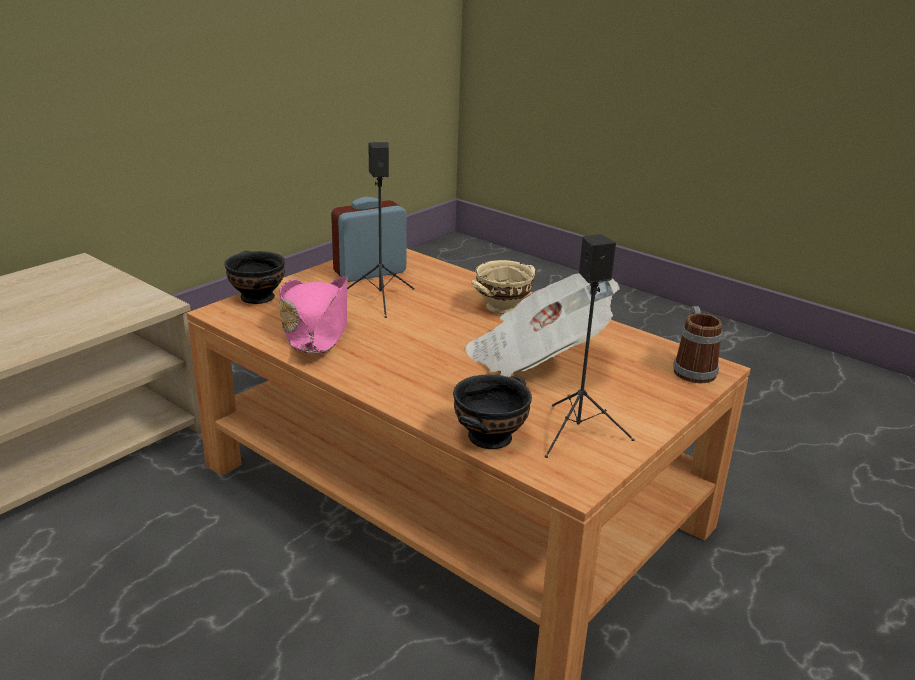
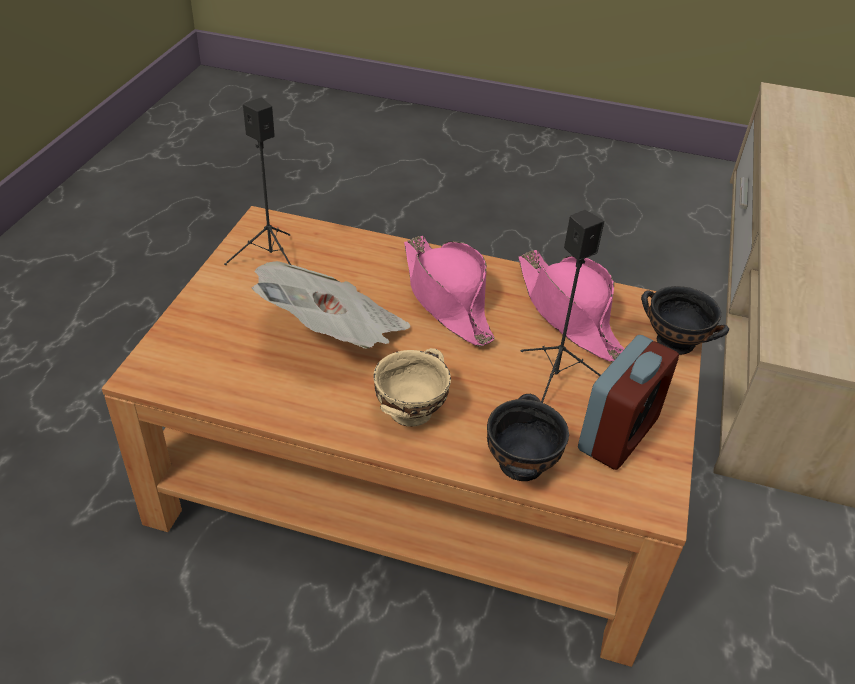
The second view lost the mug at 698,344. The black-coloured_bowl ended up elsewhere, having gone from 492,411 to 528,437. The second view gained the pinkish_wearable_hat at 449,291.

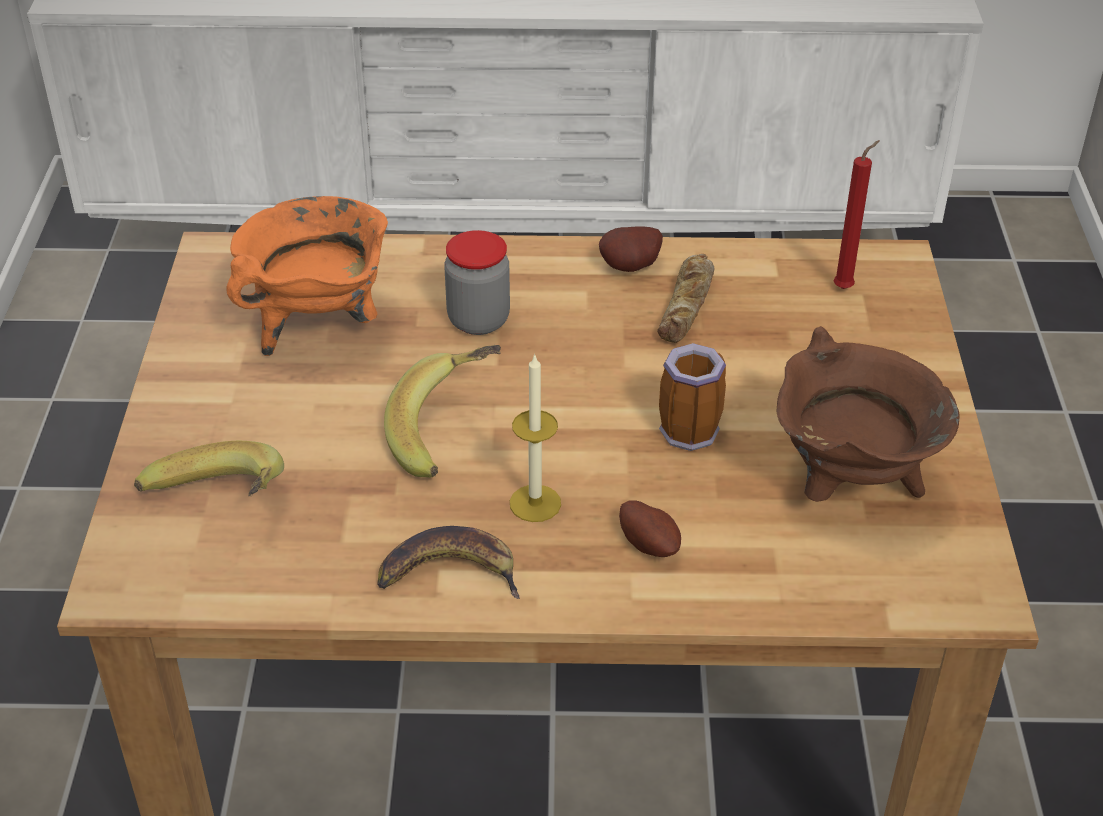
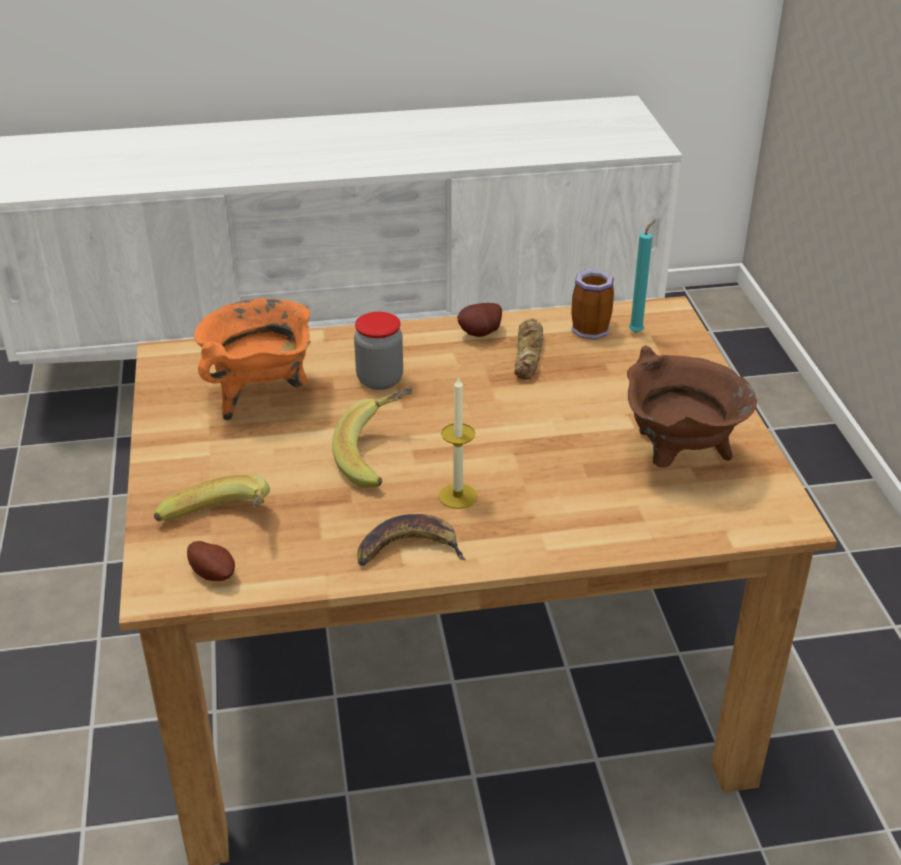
What was the reddish_wax_candle at 857,214 turned into the turquoise_wax_candle at 642,276. The mug ended up elsewhere, having gone from 692,397 to 592,304. The spud ended up elsewhere, having gone from 650,529 to 211,561.

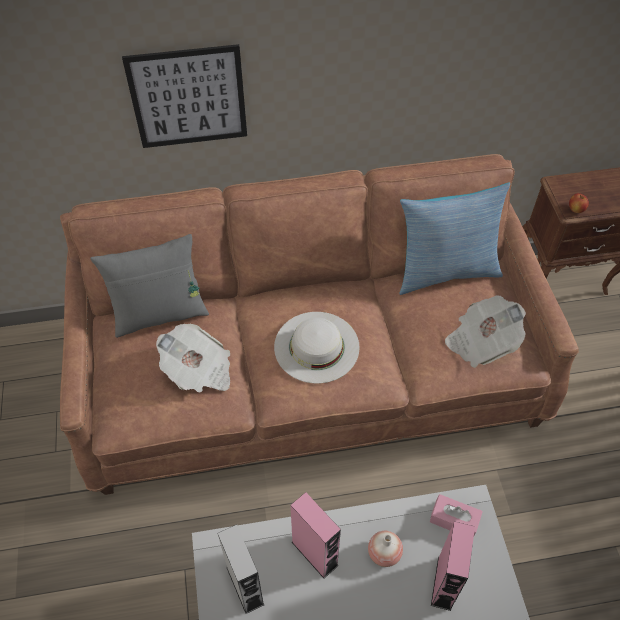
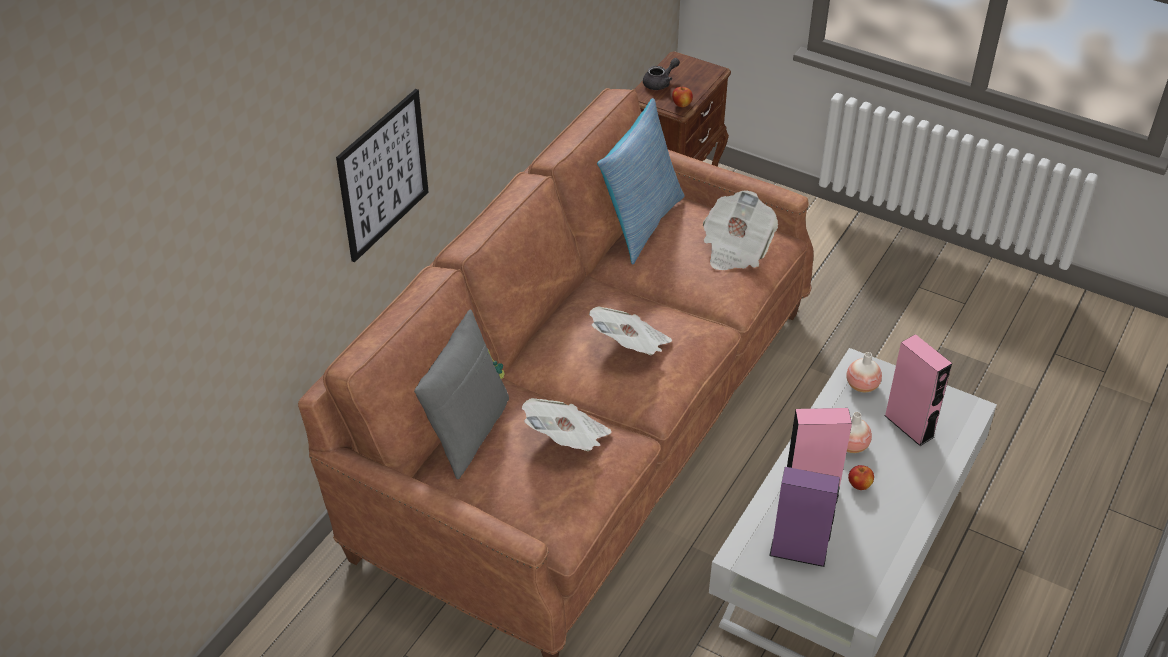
Where the white_wearable_hat stood at 317,348, the printed_paper came to stand at 630,331. Where the pinkish_tissue_box stood at 456,515, the vase came to stand at 864,372. What was the grey_speaker at 241,569 turned into the purple-coloured_speaker at 804,517. The second view gained the grey_pot_for_tea at 661,74. The second view gained the whole_apple at 861,477.

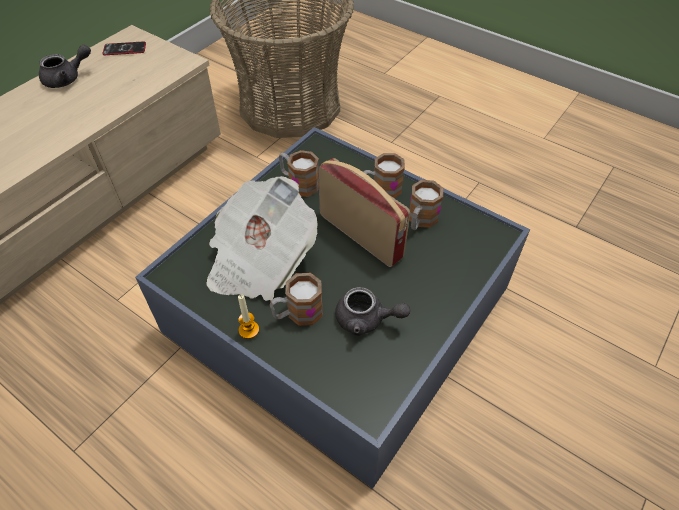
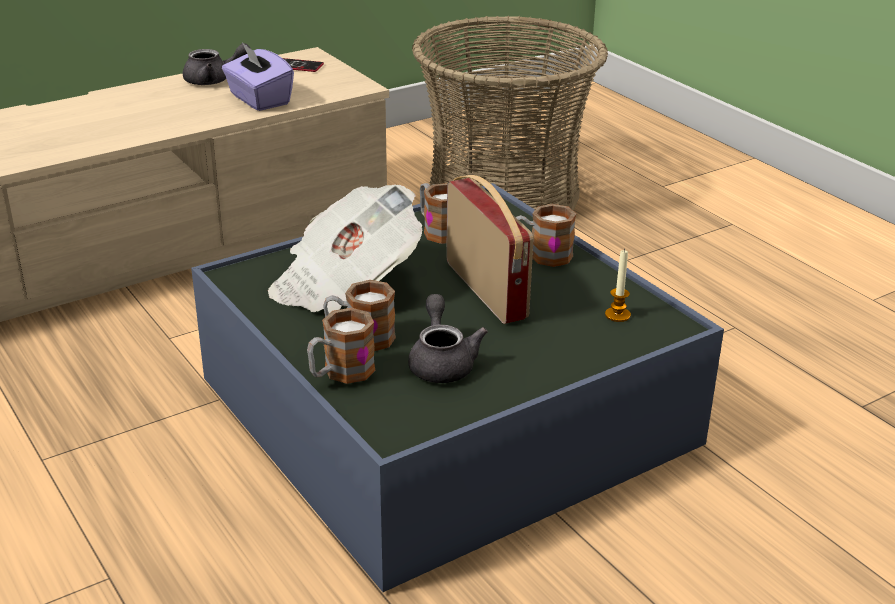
The mug ended up elsewhere, having gone from 426,205 to 341,346. The grey_pot_for_tea at 372,311 ended up facing another way, 135 degrees counterclockwise from before. The wax_candle ended up elsewhere, having gone from 248,317 to 618,285. The second view gained the purple-coloured_tissue_box at 258,76.

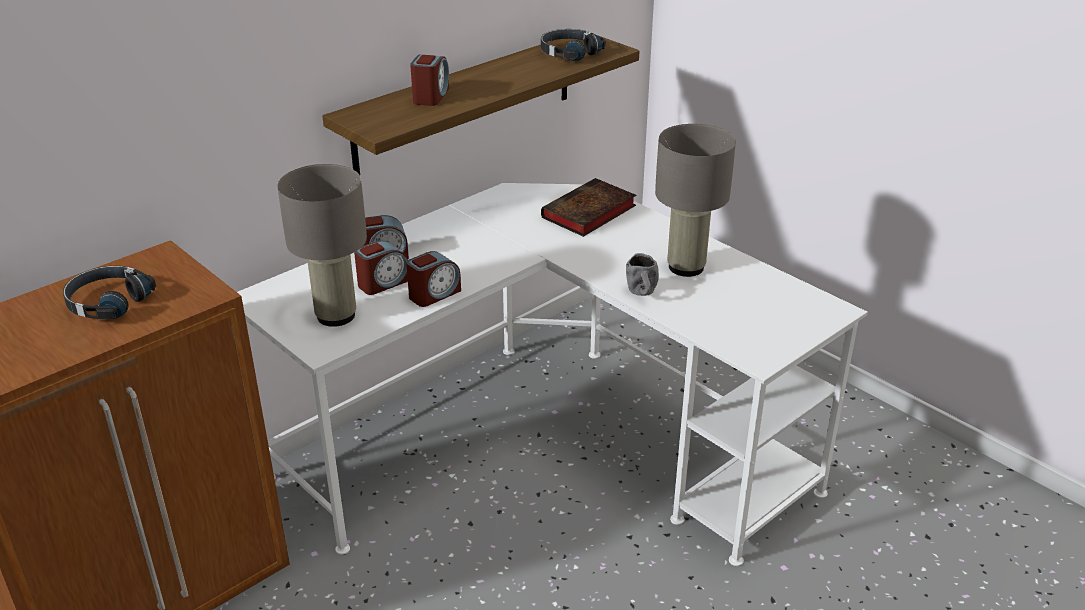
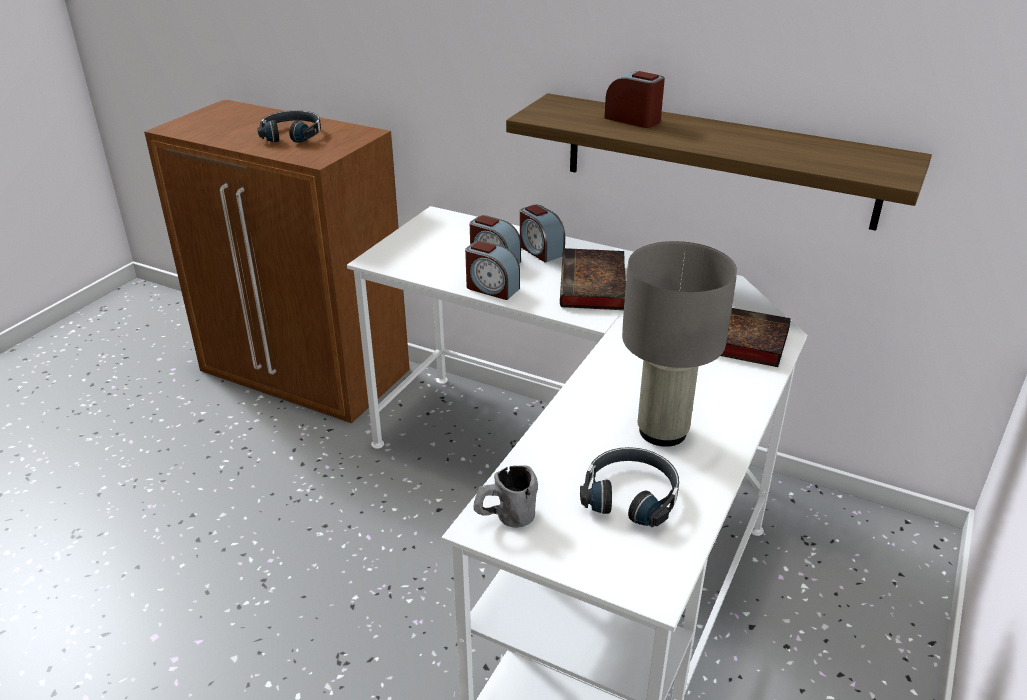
The black-coloured_pair_of_headphones ended up elsewhere, having gone from 573,45 to 629,487. The table_clock at 429,80 ended up facing another way, 135 degrees counterclockwise from before. The second view lost the grey_table_lamp at 322,245. The grey_mug ended up elsewhere, having gone from 642,274 to 506,496. The second view gained the volume at 593,279.

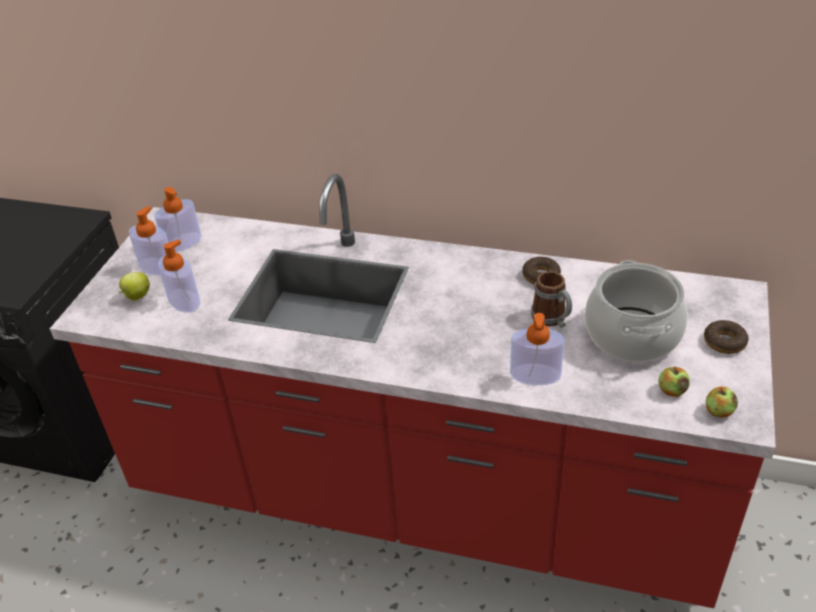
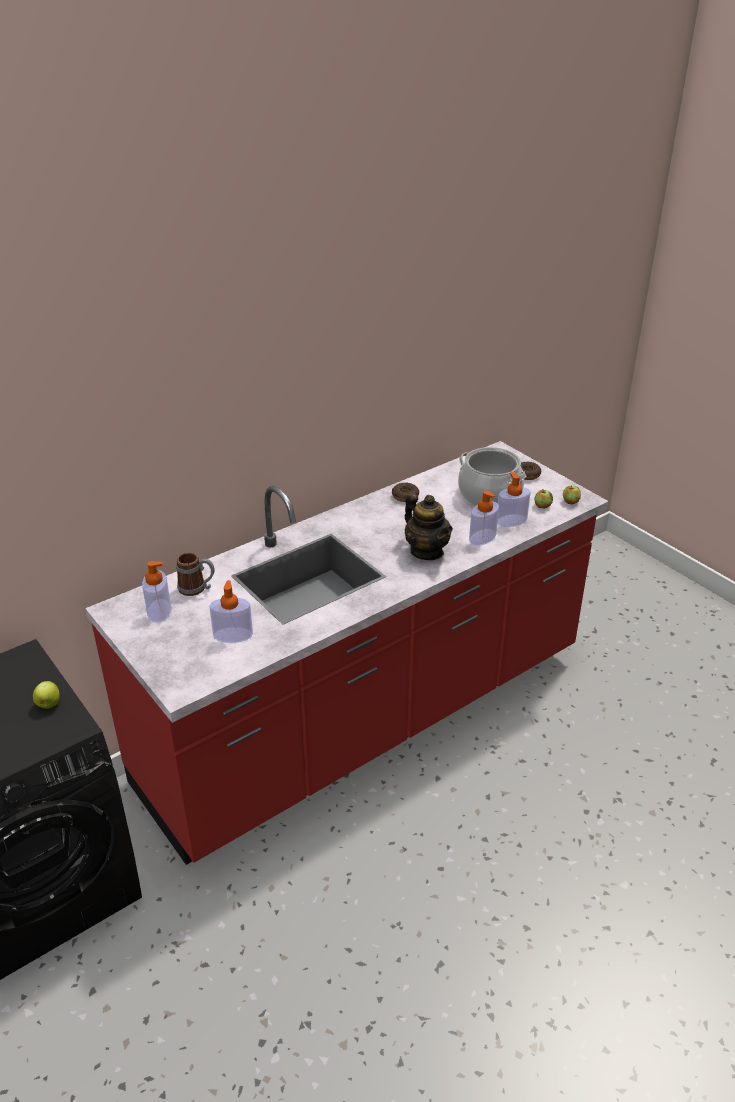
The liquid_soap_bottle ended up elsewhere, having gone from 148,241 to 514,499. The mug ended up elsewhere, having gone from 551,299 to 195,574. The whole_apple ended up elsewhere, having gone from 134,286 to 46,695. The second view gained the pot_for_tea at 429,526.

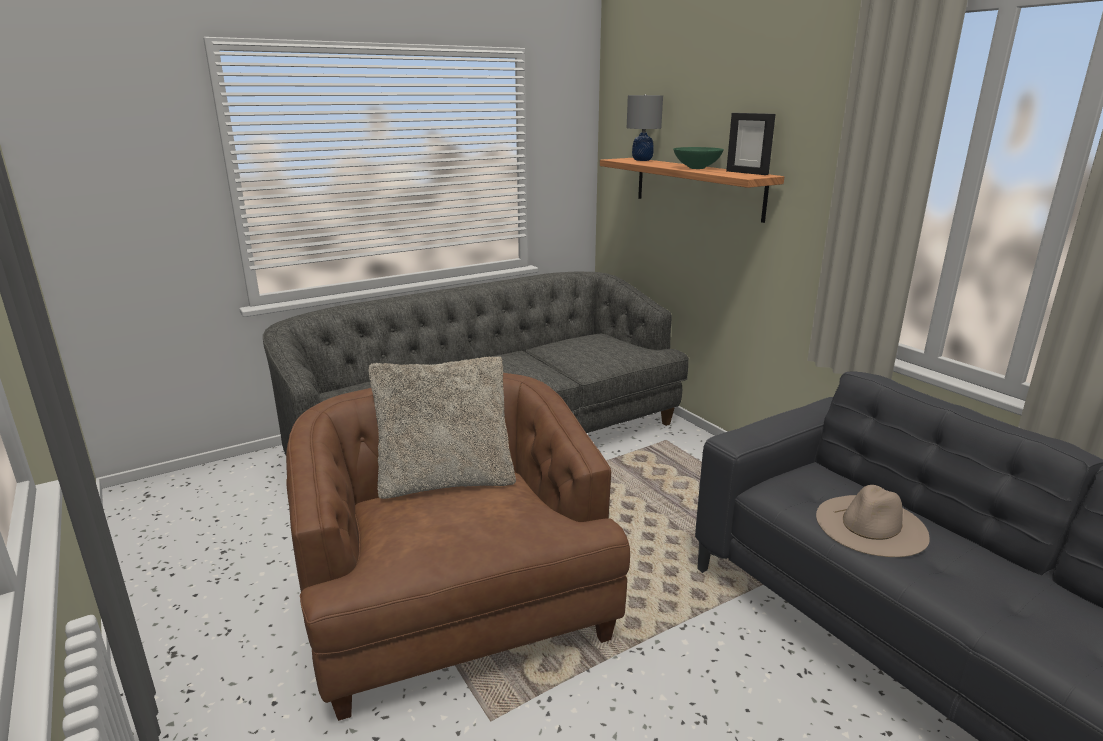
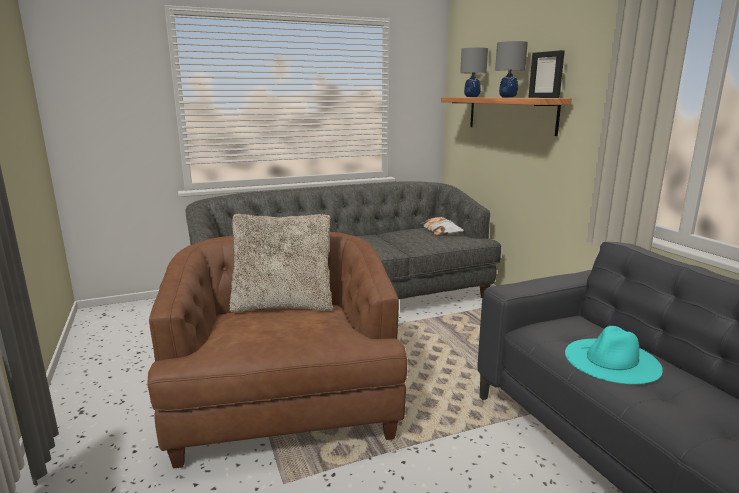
Where the greenish_bowl stood at 699,158, the grey_table_lamp came to stand at 511,69. What was the sand-coloured_wearable_hat at 873,521 turned into the turquoise_wearable_hat at 614,355. The second view gained the pillow at 441,226.

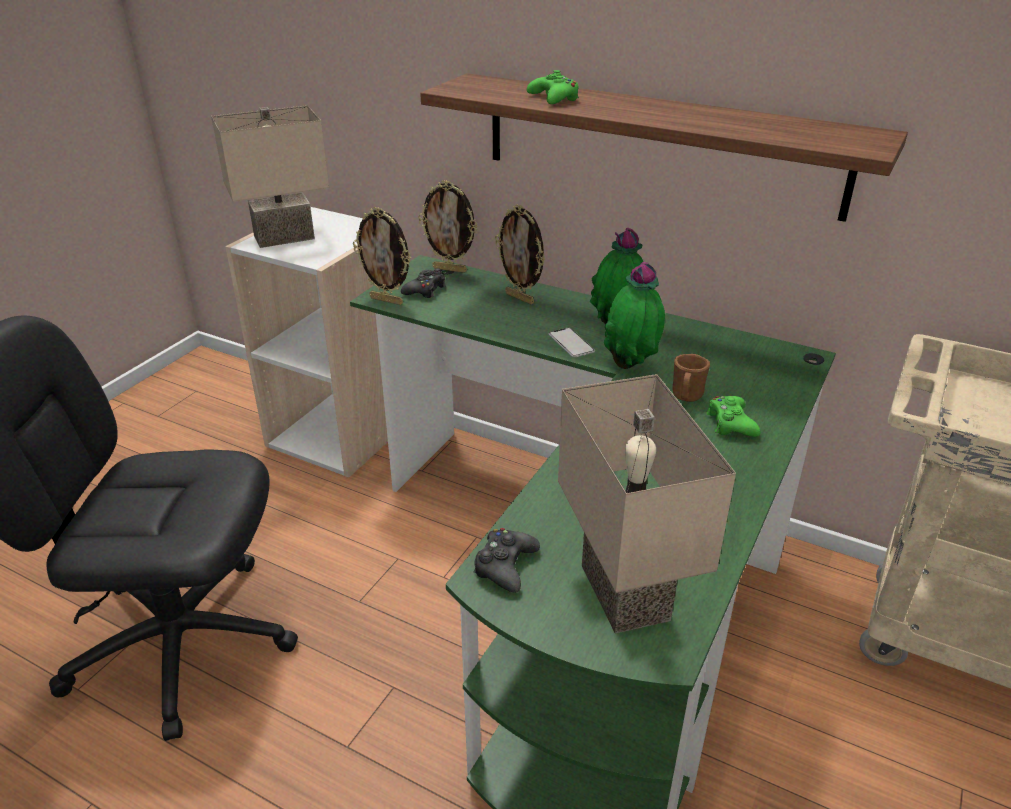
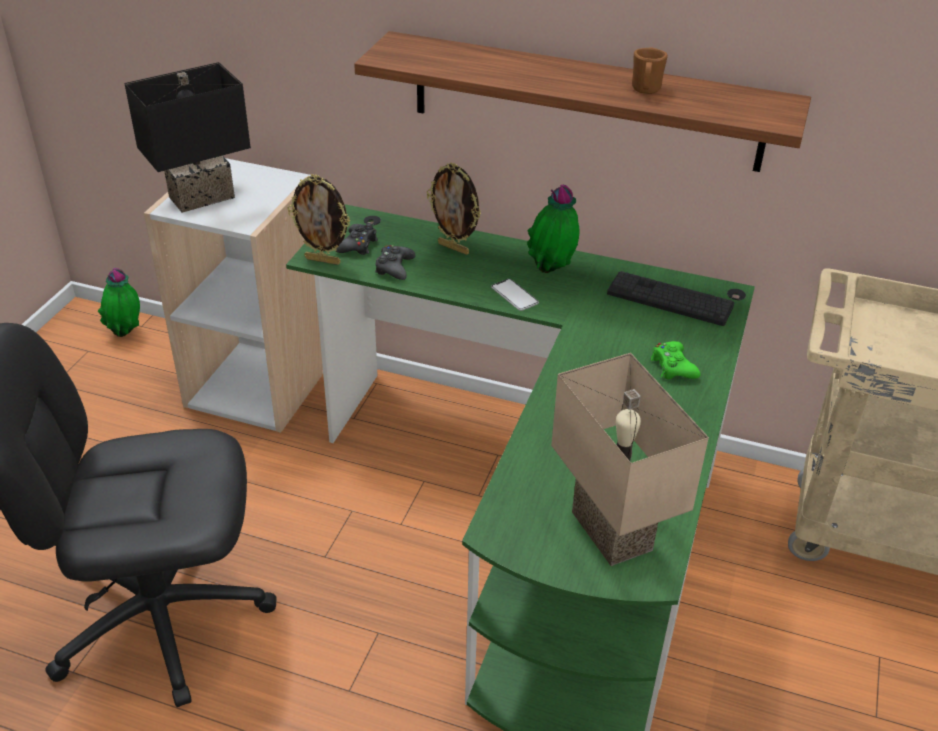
The second view lost the greenish_gamepad at 553,87. What was the sand-coloured_table_lamp at 270,176 turned into the black-coloured_table_lamp at 187,137. The second view lost the standing_frame at 448,226. The plant_in_a_pot ended up elsewhere, having gone from 634,315 to 119,302. The brown_mug ended up elsewhere, having gone from 691,378 to 650,71. The black-coloured_gamepad ended up elsewhere, having gone from 507,560 to 395,262. The second view gained the computer_keyboard at 670,298.

